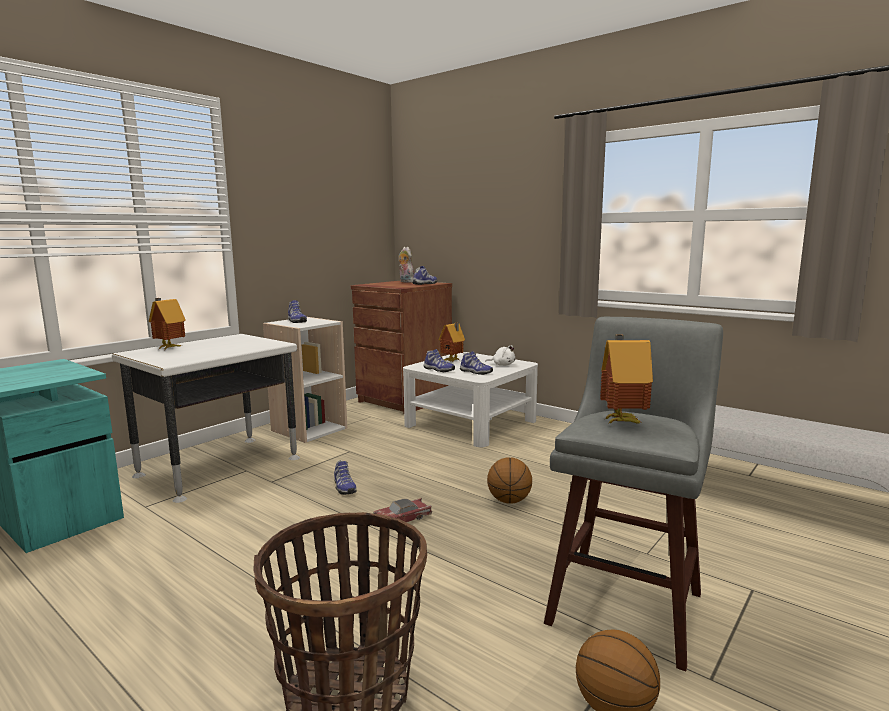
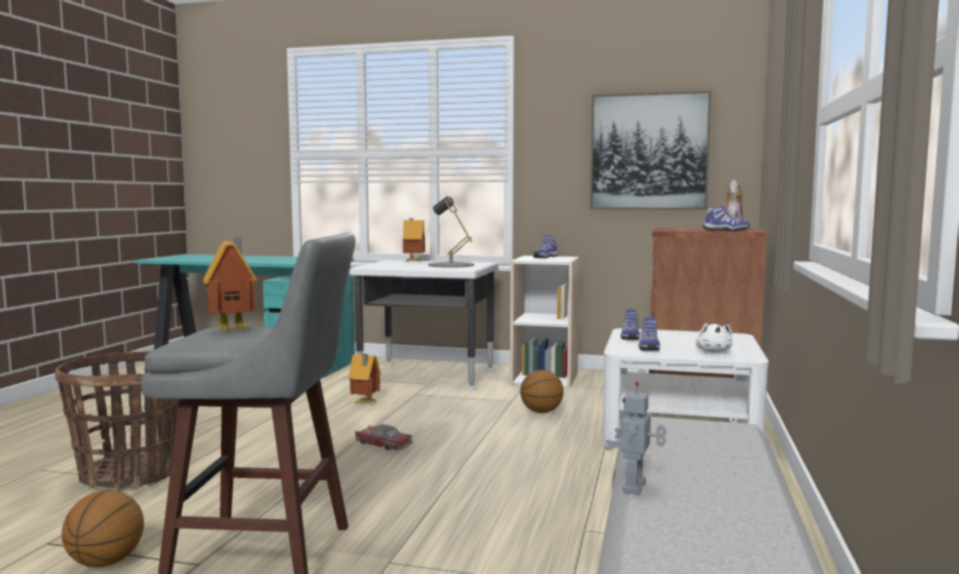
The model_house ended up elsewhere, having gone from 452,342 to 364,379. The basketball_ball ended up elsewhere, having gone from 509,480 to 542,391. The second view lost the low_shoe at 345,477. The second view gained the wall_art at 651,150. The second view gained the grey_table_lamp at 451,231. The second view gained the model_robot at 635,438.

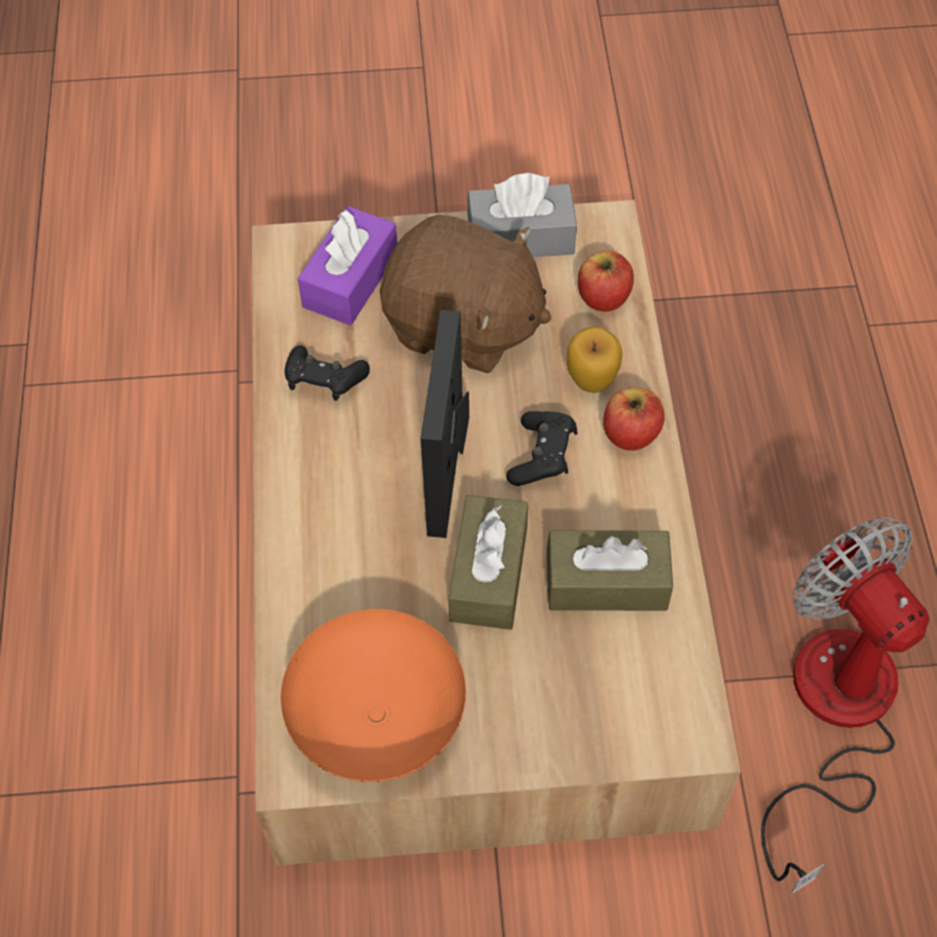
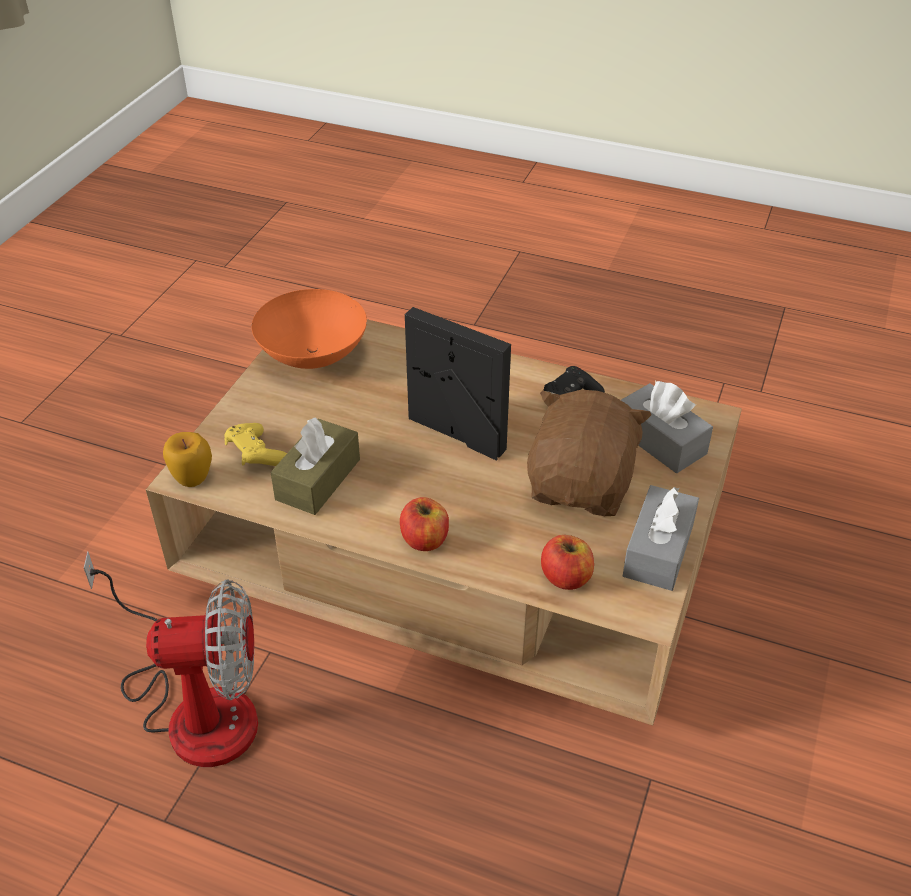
What was the purple-coloured_tissue_box at 347,265 turned into the grey_tissue_box at 667,427. The brown_cuddly_toy at 465,293 ended up facing another way, 150 degrees clockwise from before. The whole_apple ended up elsewhere, having gone from 594,359 to 187,459. The second view lost the black-coloured_gamepad at 541,448. The second view lost the brown_tissue_box at 488,562. The second view gained the yellowish_gamepad at 255,444.

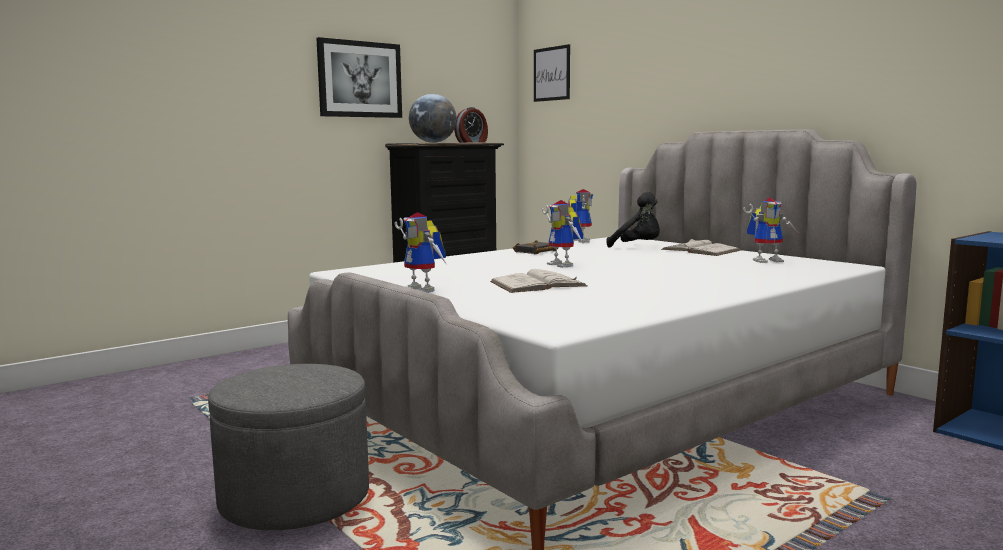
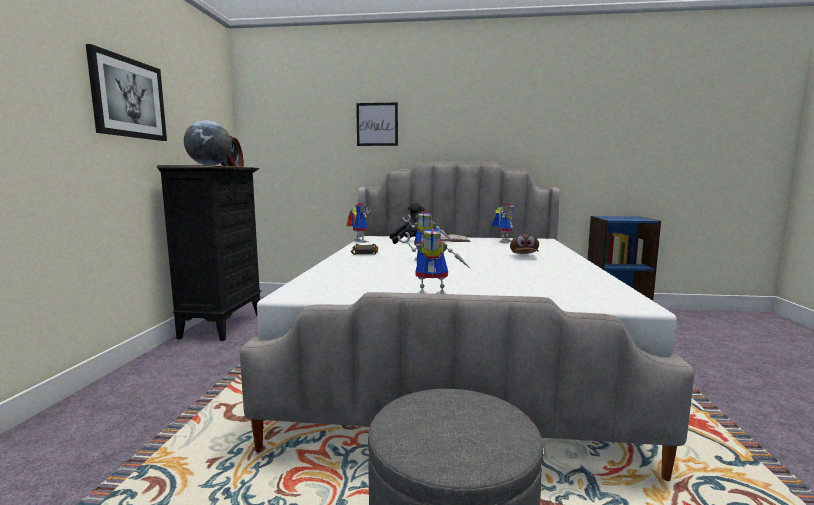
The wall_art ended up elsewhere, having gone from 552,73 to 377,124. The second view lost the white_volume at 539,281. The second view gained the brown_cap at 524,244.

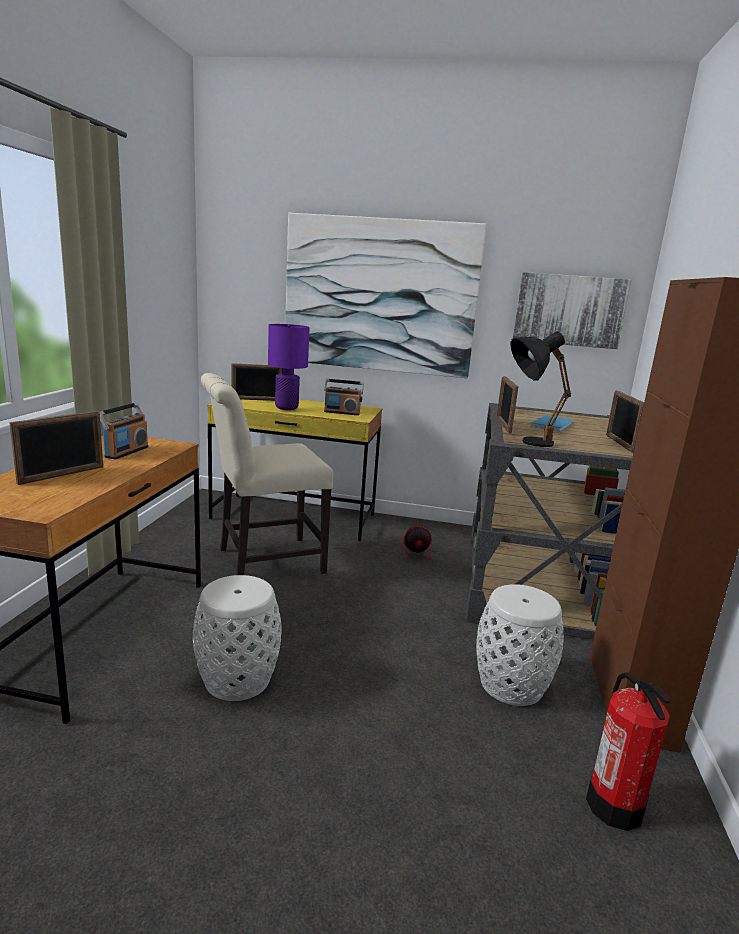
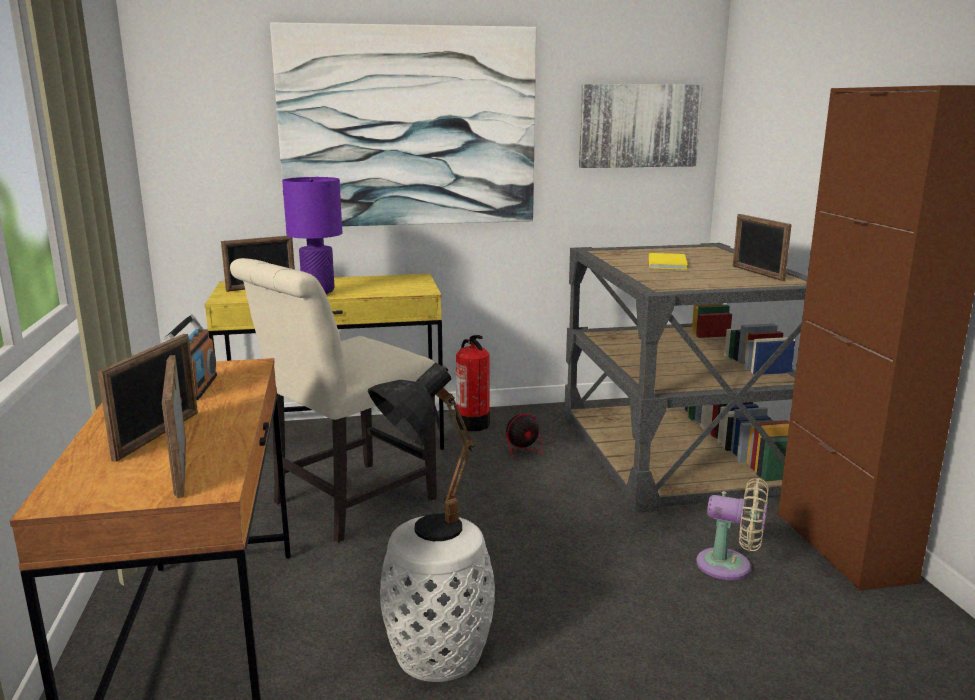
The black-coloured_table_lamp ended up elsewhere, having gone from 540,389 to 421,452. The standing_frame ended up elsewhere, having gone from 507,405 to 174,426. The second view lost the radio_receiver at 344,397. What was the blue_volume at 552,423 turned into the yellowish_volume at 668,261. Where the white_sitting_stool stood at 520,645, the sand-coloured_cooling_fan came to stand at 732,529. The extinguisher ended up elsewhere, having gone from 628,751 to 473,383.

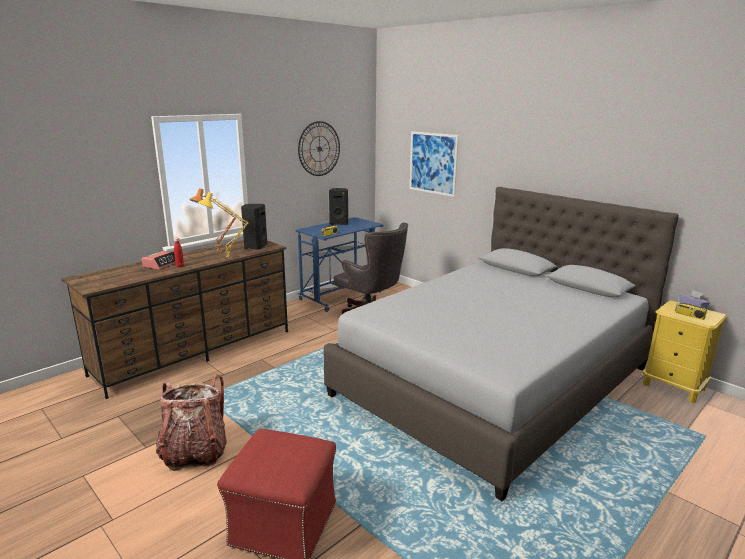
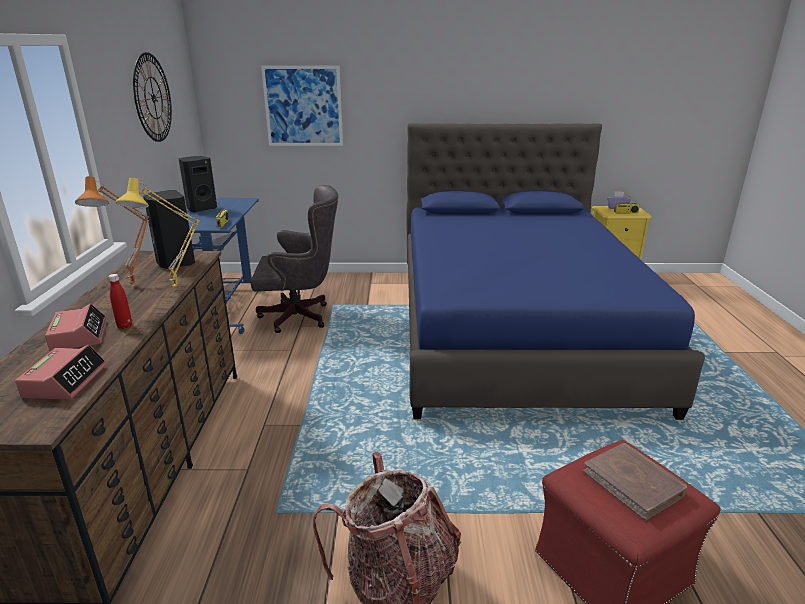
What was the grey_sleeping_bed at 501,344 turned into the blue_sleeping_bed at 555,271. The second view gained the table_clock at 61,372. The second view gained the brown_volume at 635,482.

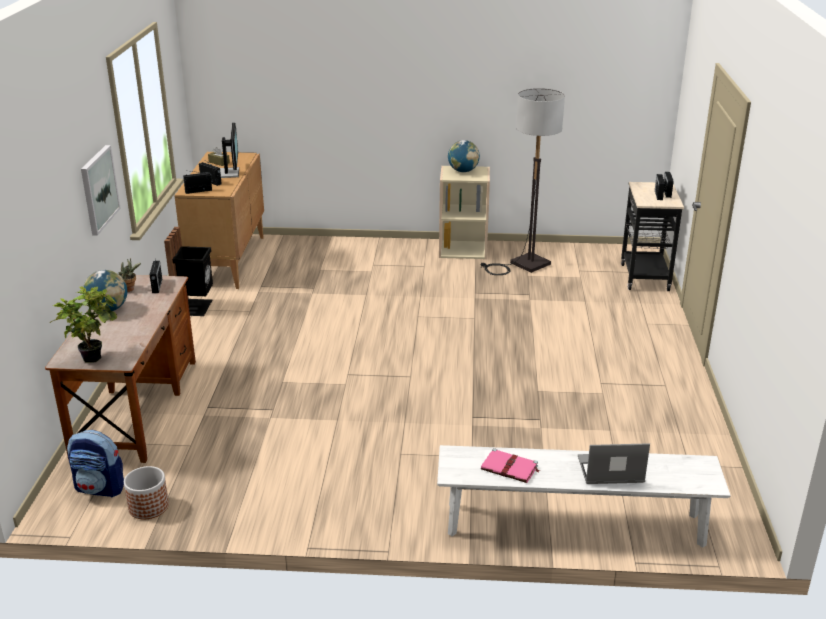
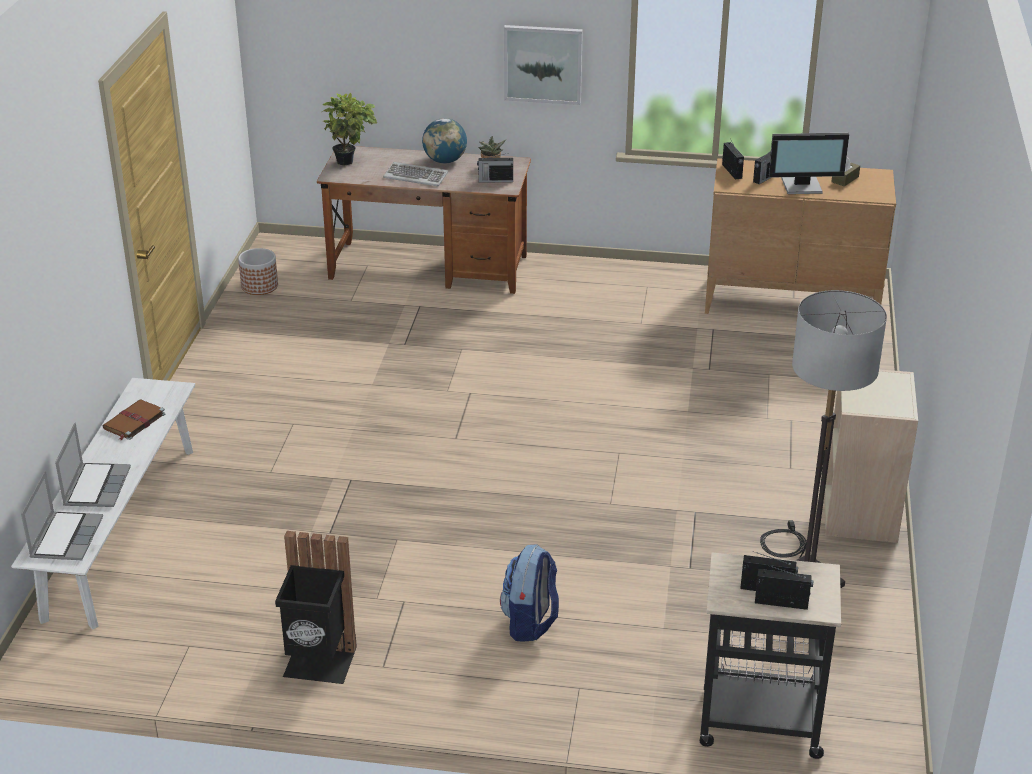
The second view lost the globe at 464,156. The black-coloured_waste_bin ended up elsewhere, having gone from 188,271 to 316,607. The rucksack ended up elsewhere, having gone from 95,463 to 529,593. What was the pinkish_volume at 510,465 turned into the brown_volume at 134,420. The second view gained the computer_keyboard at 415,174. The second view gained the notebook_computer at 62,515.

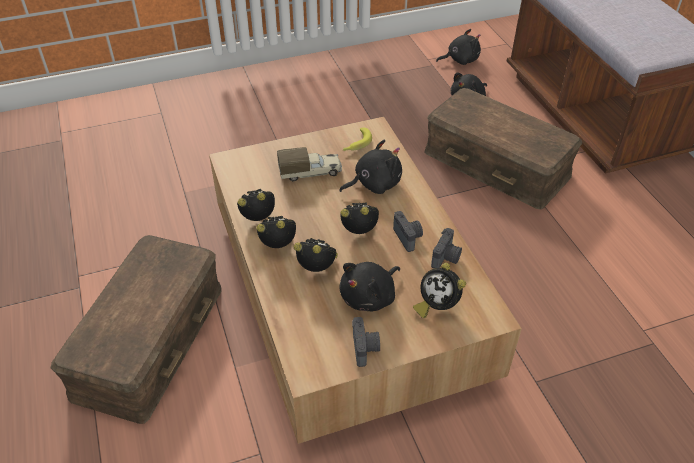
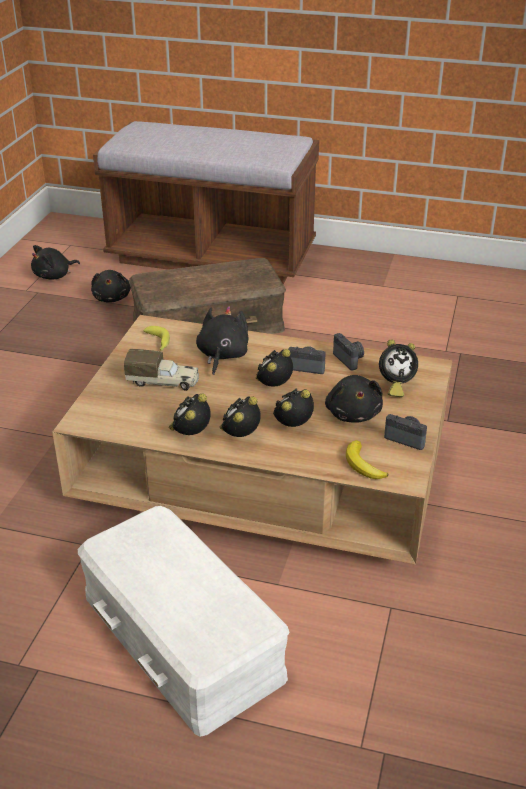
The black-coloured_cuddly_toy at 458,47 ended up facing another way, 150 degrees counterclockwise from before. The model_truck at 309,164 ended up facing another way, 75 degrees clockwise from before. What was the brown_storage_box at 136,329 turned into the white_storage_box at 184,621. The second view gained the banana at 367,459.

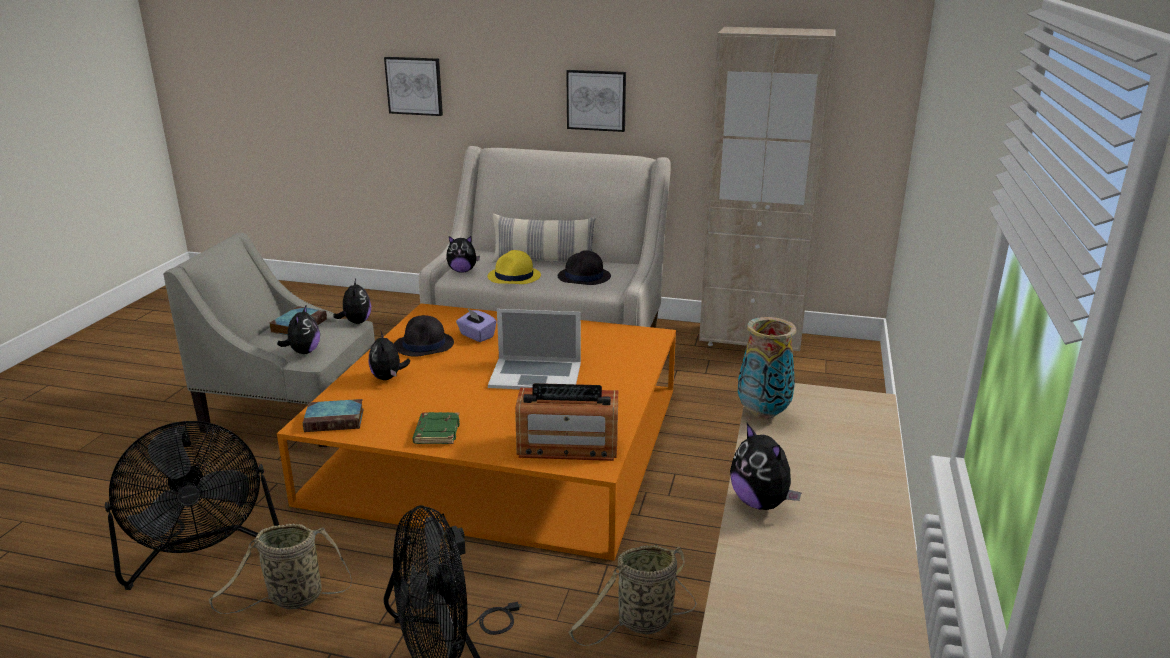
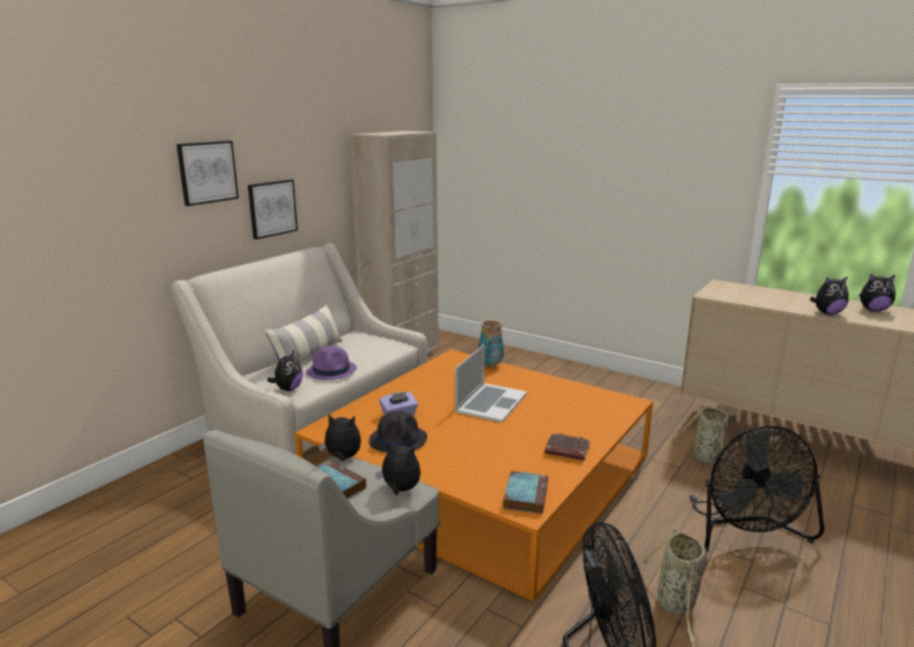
The wall_art ended up elsewhere, having gone from 413,86 to 207,173. What was the yellowish_wearable_hat at 514,267 turned into the purple-coloured_wearable_hat at 331,363. The second view lost the black-coloured_wearable_hat at 584,267. The vase ended up elsewhere, having gone from 767,368 to 491,343. The cuddly_toy ended up elsewhere, having gone from 389,355 to 877,292. The second view lost the radio_receiver at 566,422. What was the greenish_volume at 436,428 turned into the brown_volume at 567,447.

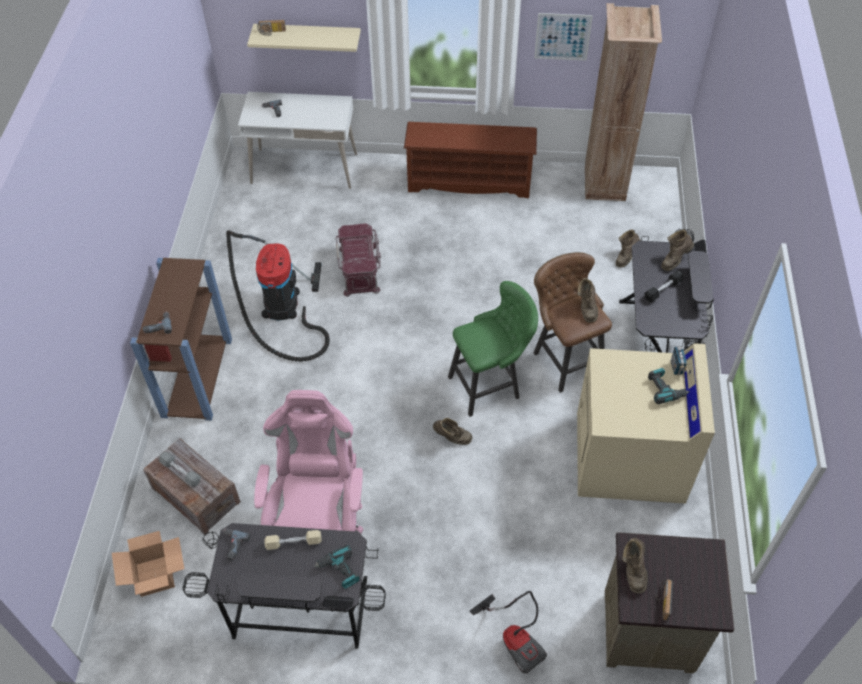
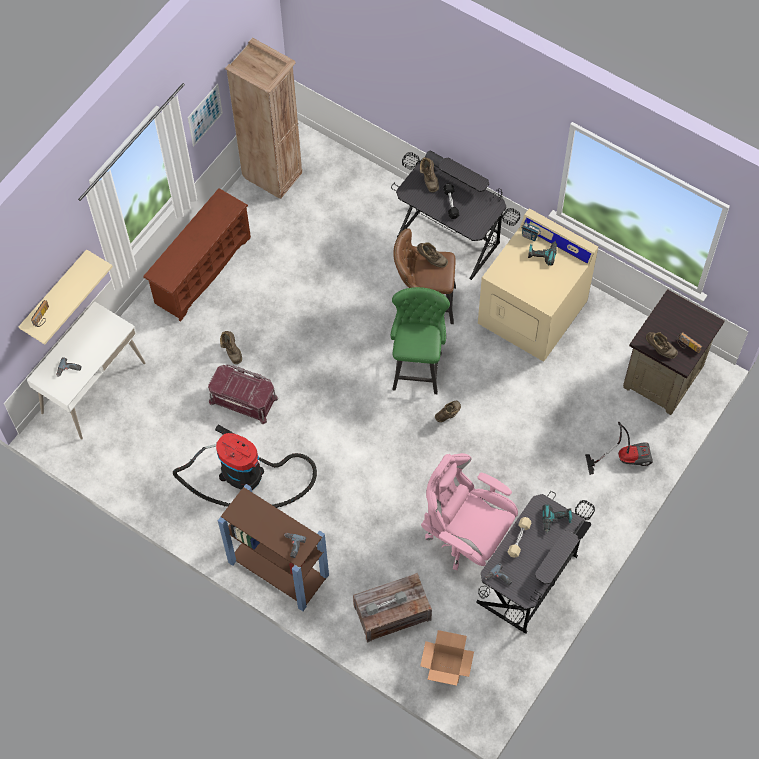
The brown_high-top_boot ended up elsewhere, having gone from 628,248 to 231,347.

